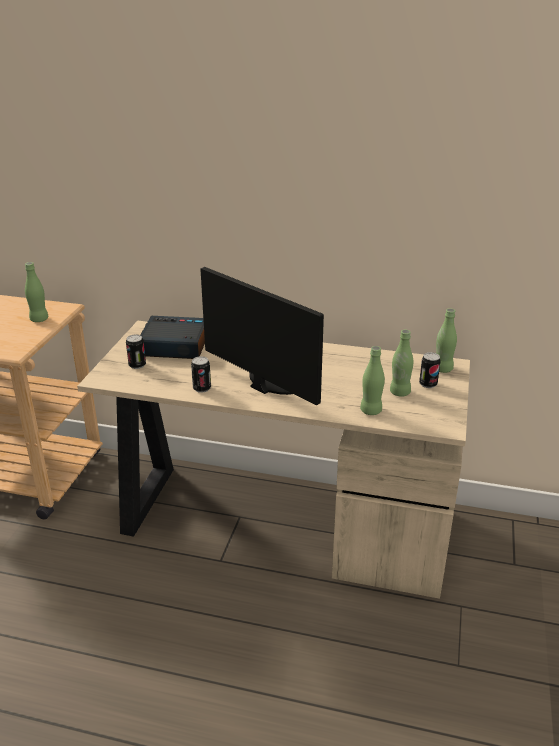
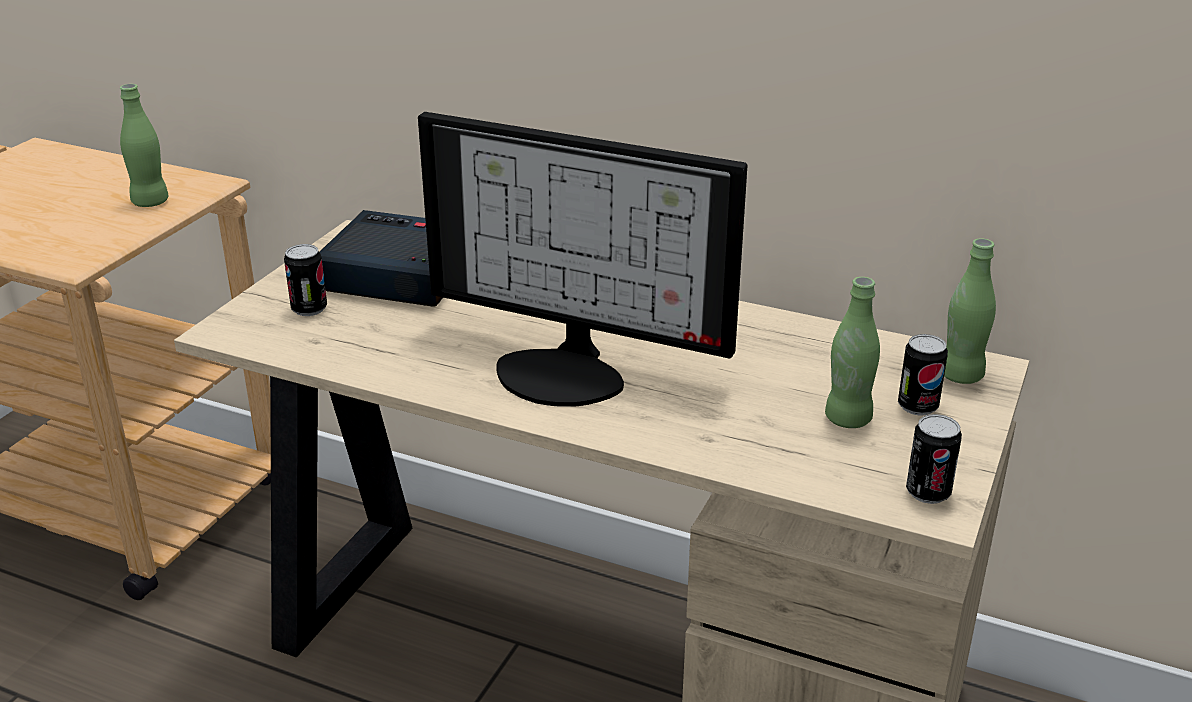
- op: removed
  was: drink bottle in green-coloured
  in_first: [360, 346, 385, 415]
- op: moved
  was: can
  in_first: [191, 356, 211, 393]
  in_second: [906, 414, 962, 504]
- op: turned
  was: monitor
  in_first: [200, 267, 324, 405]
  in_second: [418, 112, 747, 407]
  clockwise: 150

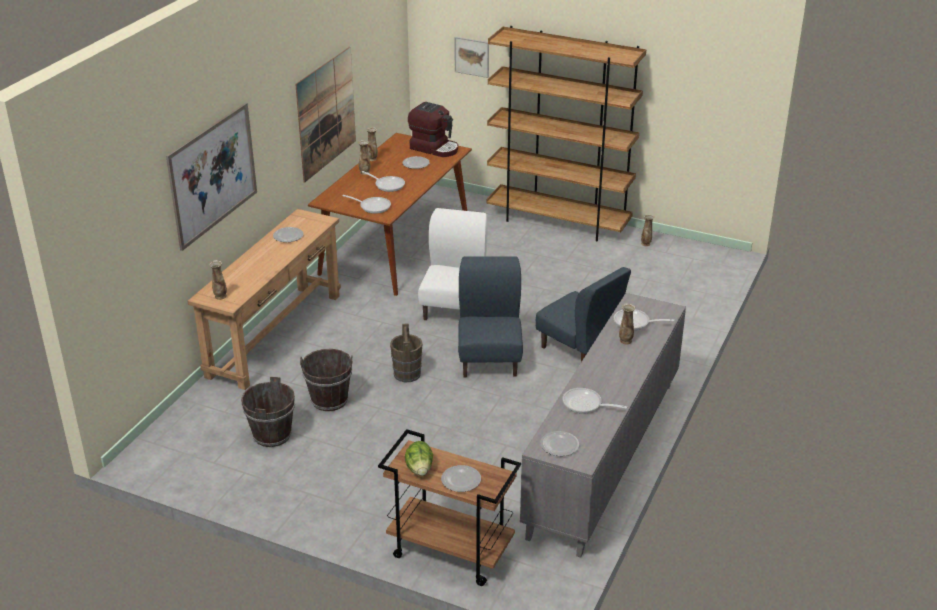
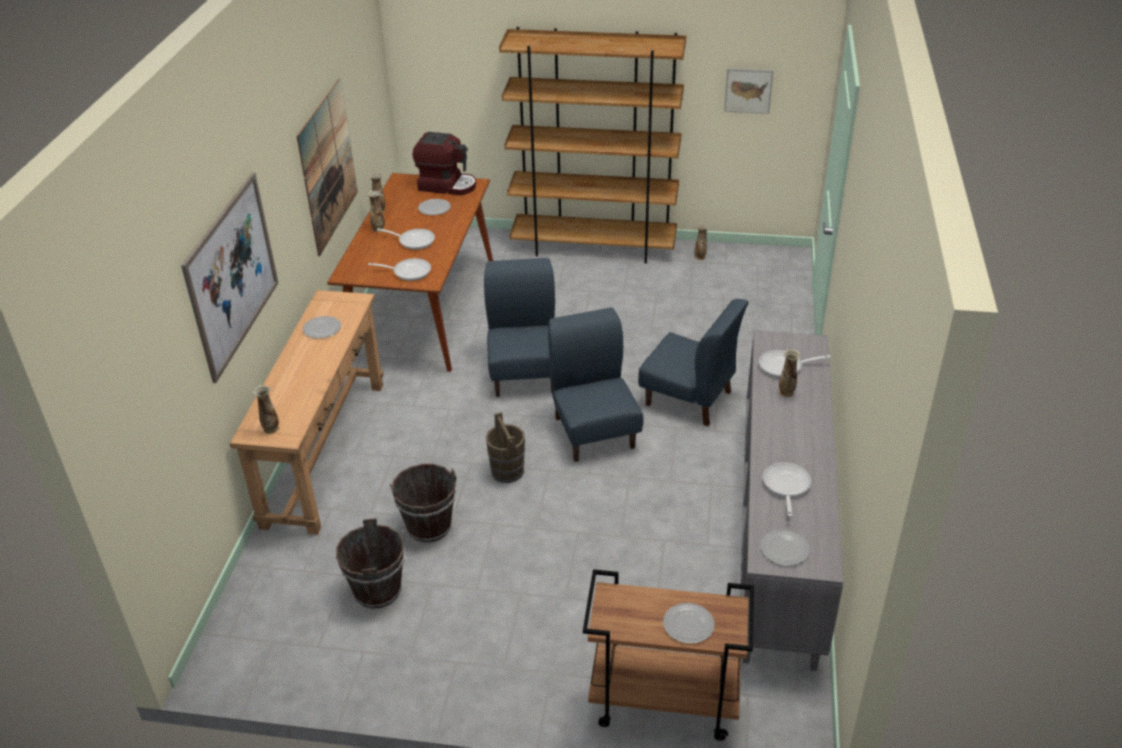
- op: removed
  was: lettuce
  in_first: [405, 441, 433, 476]
- op: moved
  was: wall picture
  in_first: [454, 37, 489, 78]
  in_second: [724, 68, 774, 114]
- op: recoloured
  was: chair in whitish
  now: chair in blue-coloured
  in_first: [418, 208, 488, 320]
  in_second: [484, 258, 555, 397]
- op: turned
  was: frying pan
  in_first: [562, 388, 627, 414]
  in_second: [763, 462, 811, 517]
  clockwise: 90

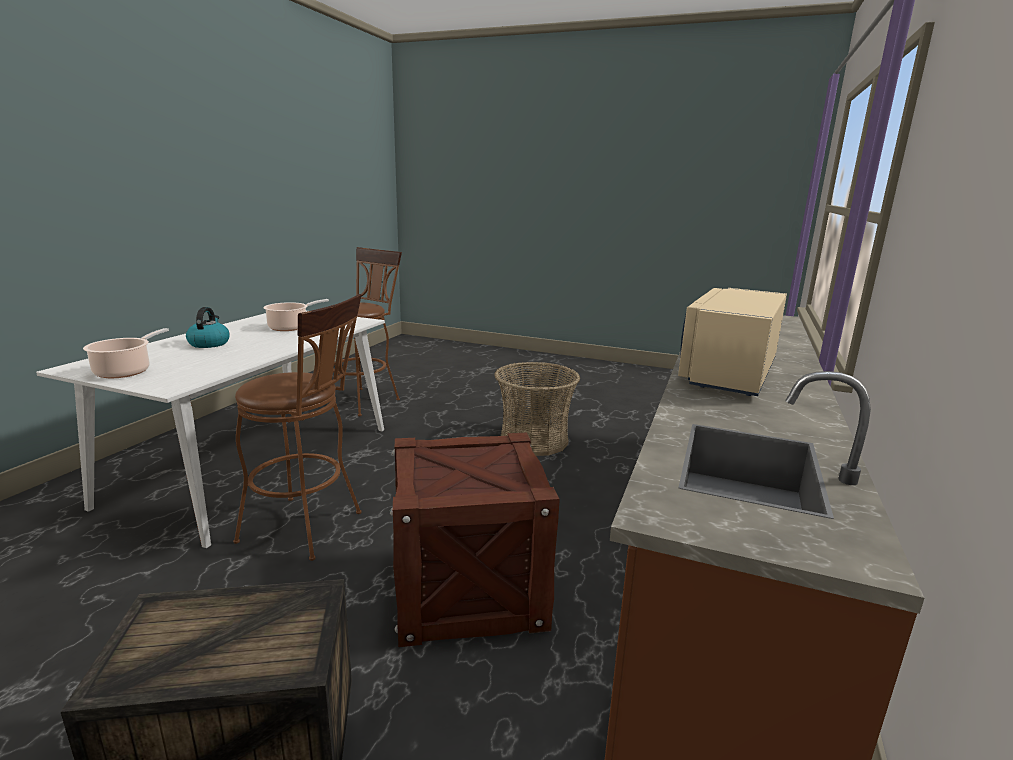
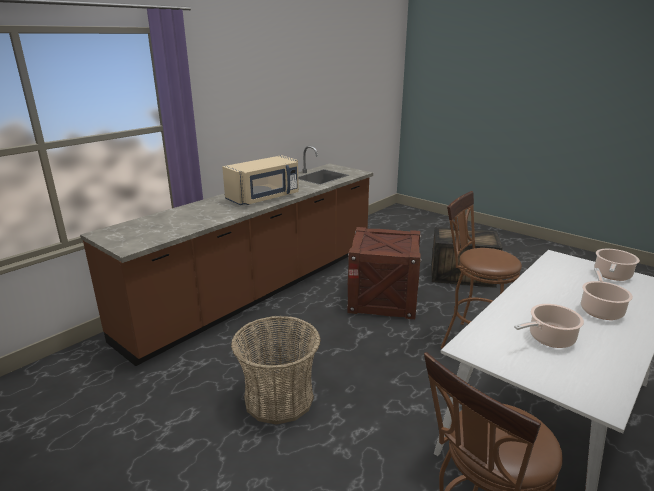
- op: replaced
  was: water kettle
  now: saucepot
  in_first: [186, 307, 230, 348]
  in_second: [581, 268, 633, 320]

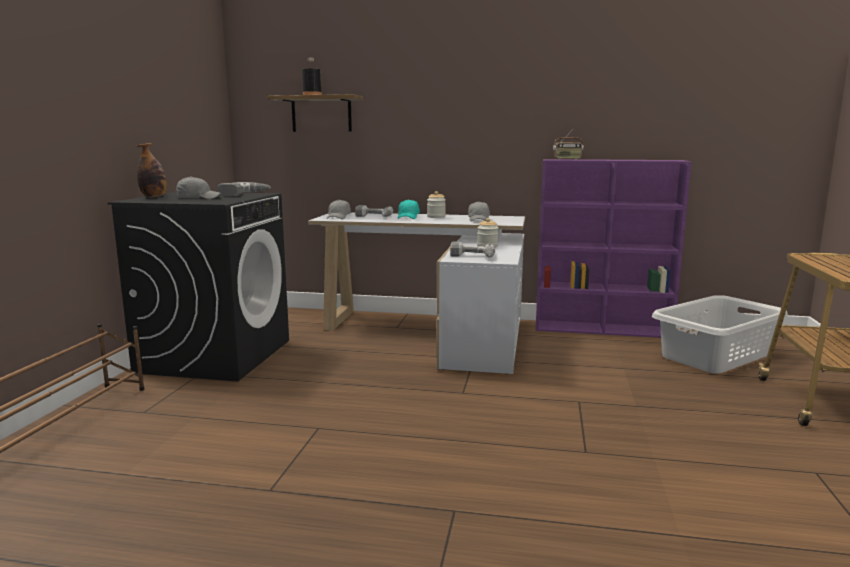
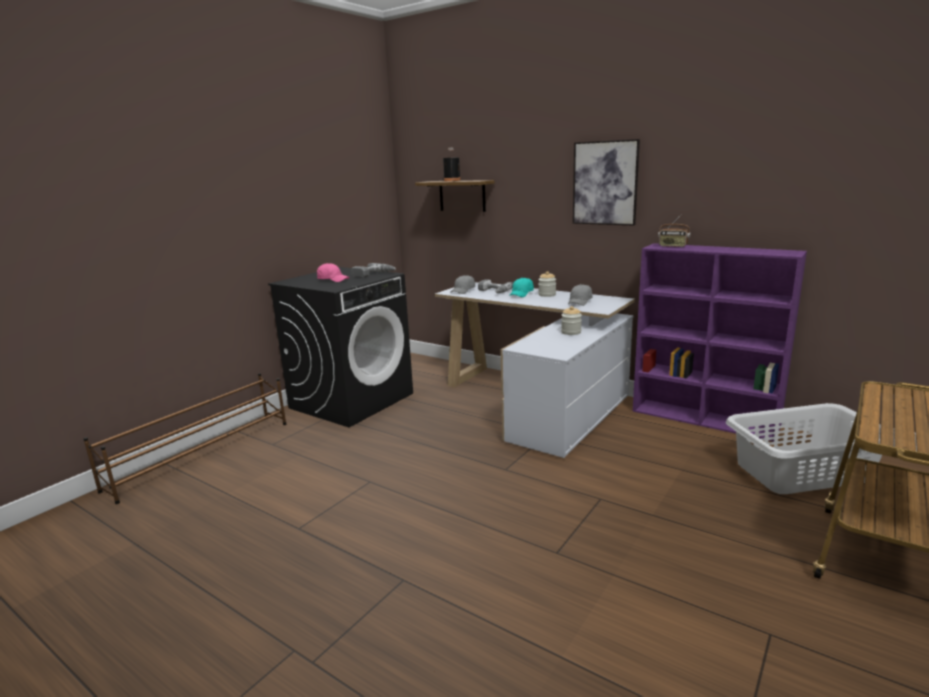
- op: removed
  was: drink bottle
  in_first: [136, 143, 167, 197]
- op: removed
  was: power drill
  in_first: [450, 242, 495, 258]
- op: added
  now: wall picture
  in_second: [573, 139, 640, 226]
- op: recoloured
  was: peaked cap in gray
  now: peaked cap in pink-coloured
  in_first: [176, 177, 221, 199]
  in_second: [317, 263, 349, 282]

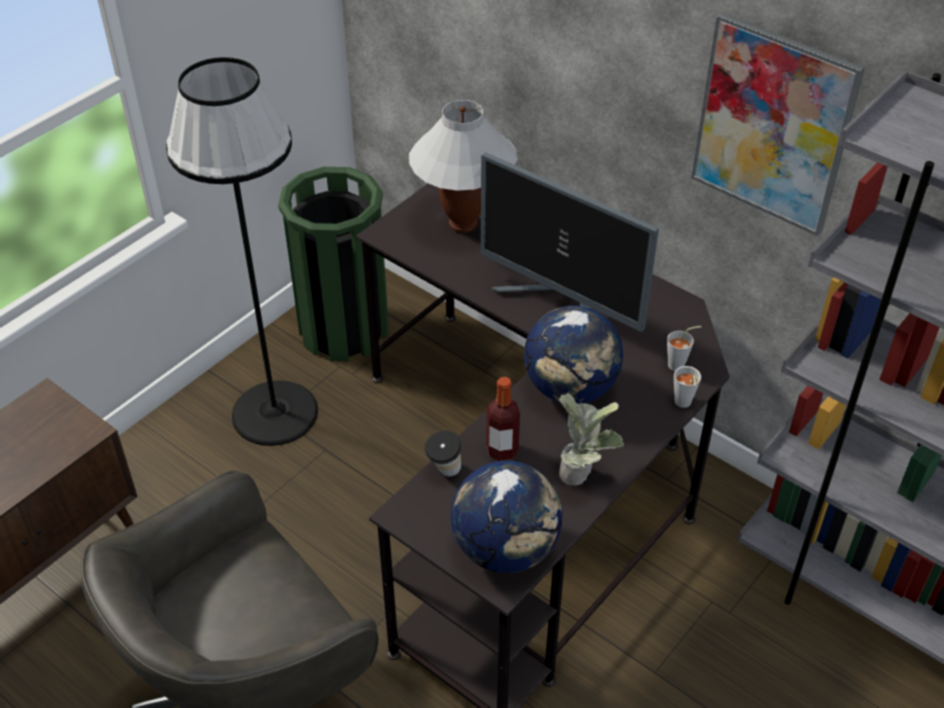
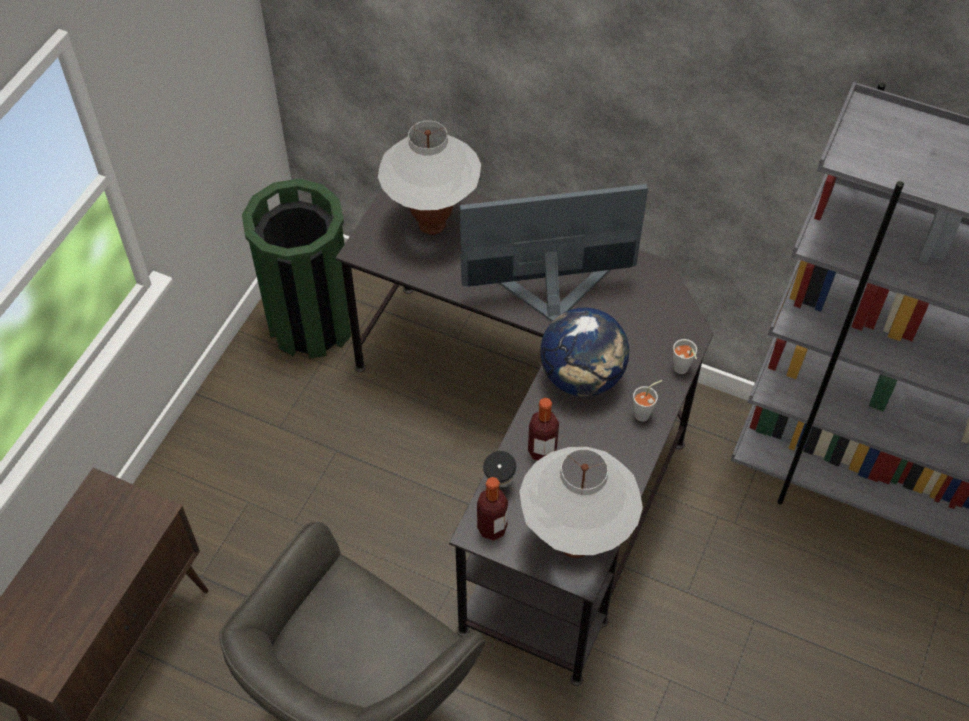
- op: removed
  was: standard lamp in black
  in_first: [166, 57, 318, 446]
- op: removed
  was: potted plant
  in_first: [559, 393, 624, 485]
- op: removed
  was: wall picture
  in_first: [691, 12, 865, 236]
- op: added
  now: drink bottle
  in_second: [477, 477, 508, 540]
- op: moved
  was: drinking cup in gray
  in_first: [667, 326, 701, 371]
  in_second: [633, 380, 662, 422]
- op: replaced
  was: globe
  now: lamp for a table in whitish
  in_first: [451, 460, 562, 573]
  in_second: [519, 447, 643, 558]
- op: turned
  was: monitor
  in_first: [481, 152, 659, 332]
  in_second: [460, 184, 648, 322]
  clockwise: 150

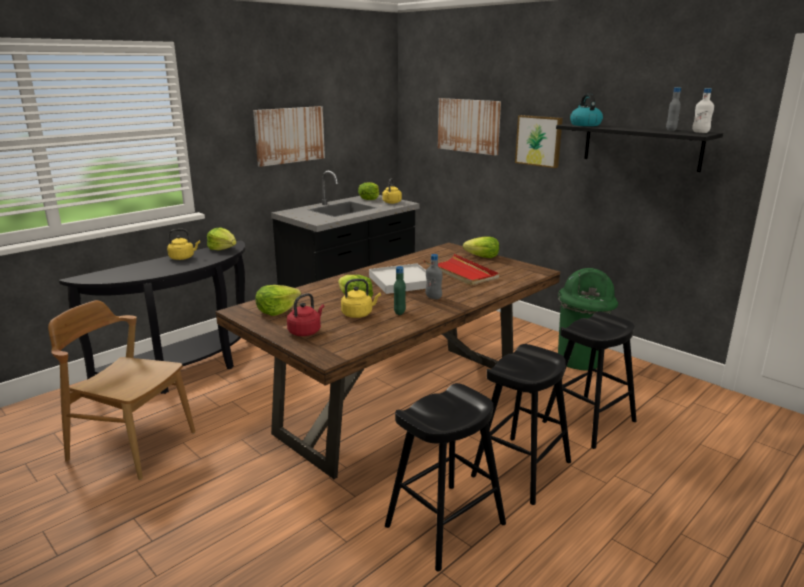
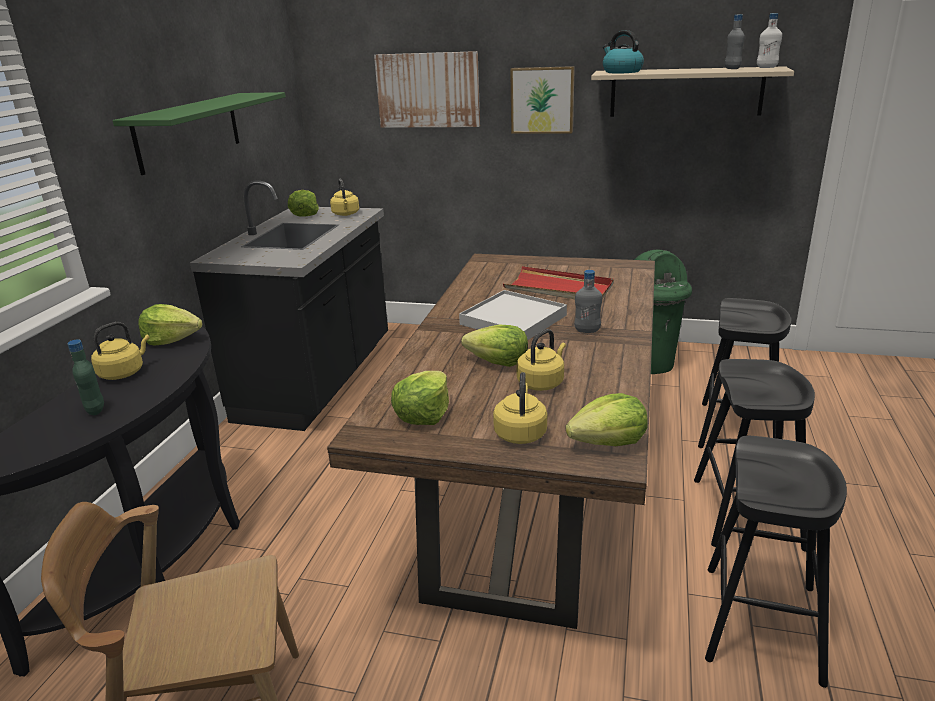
- op: moved
  was: drink bottle in green-coloured
  in_first: [394, 266, 406, 315]
  in_second: [67, 339, 104, 415]
- op: moved
  was: lettuce
  in_first: [463, 237, 499, 258]
  in_second: [566, 393, 648, 446]
- op: replaced
  was: wall picture
  now: shelf in green-coloured
  in_first: [253, 106, 325, 167]
  in_second: [113, 92, 286, 175]
- op: recoloured
  was: water kettle in red
  now: water kettle in yellow
  in_first: [287, 293, 325, 336]
  in_second: [493, 372, 547, 444]
- op: recoloured
  was: shelf in black
  now: shelf in sand-coloured
  in_first: [556, 123, 723, 172]
  in_second: [591, 66, 794, 117]

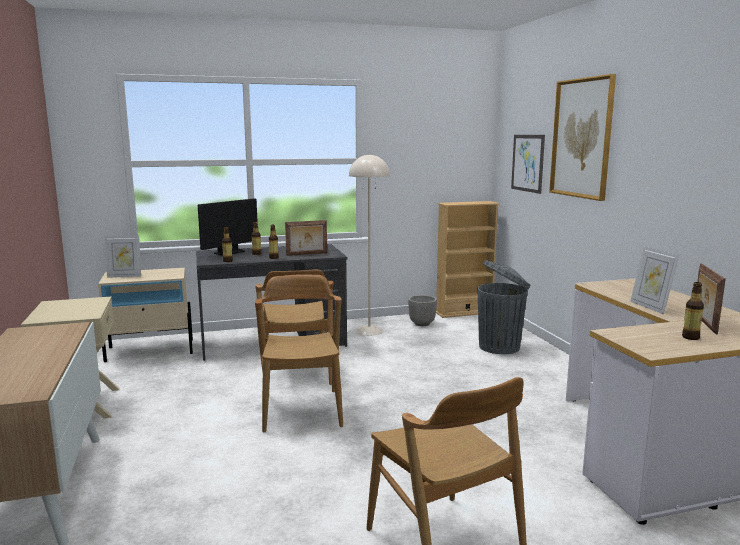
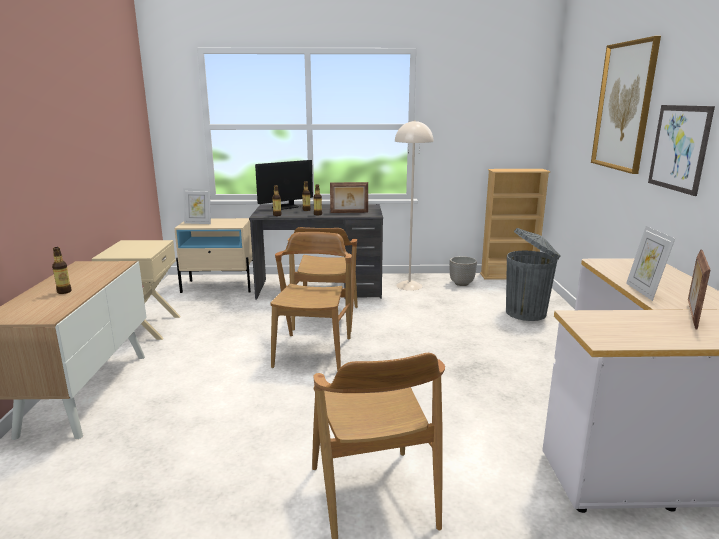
- op: moved
  was: wall picture
  in_first: [511, 135, 545, 194]
  in_second: [648, 105, 715, 196]
- op: moved
  was: drink bottle
  in_first: [682, 282, 704, 340]
  in_second: [52, 247, 71, 294]

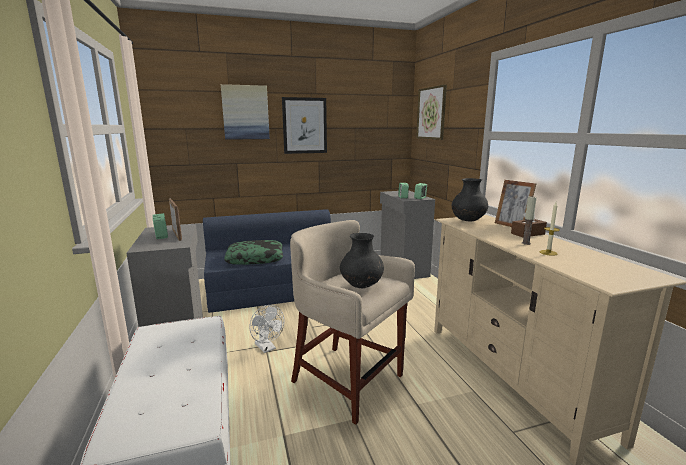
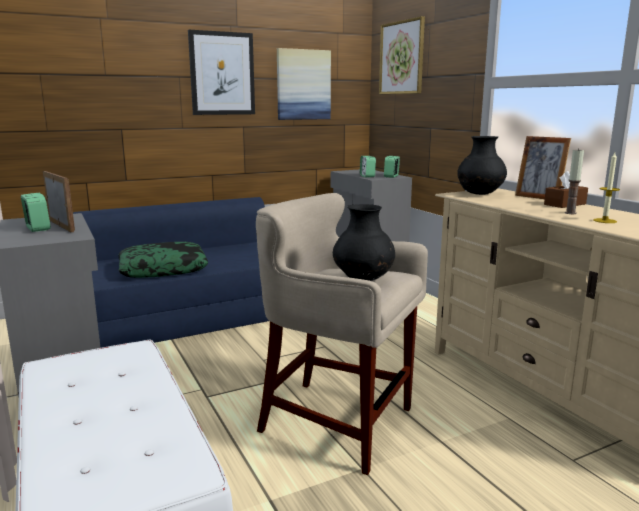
- op: removed
  was: electric fan in whitish
  in_first: [249, 305, 284, 353]
- op: moved
  was: wall picture
  in_first: [221, 84, 270, 140]
  in_second: [277, 48, 331, 120]

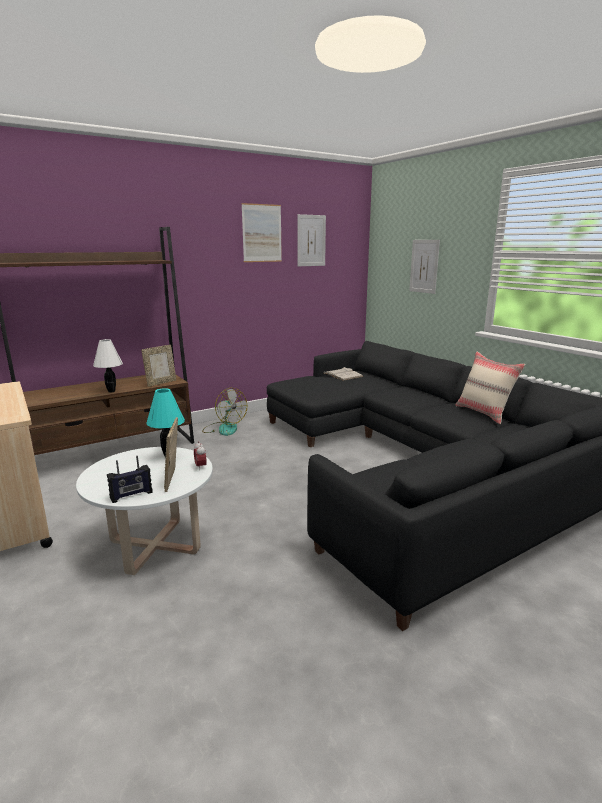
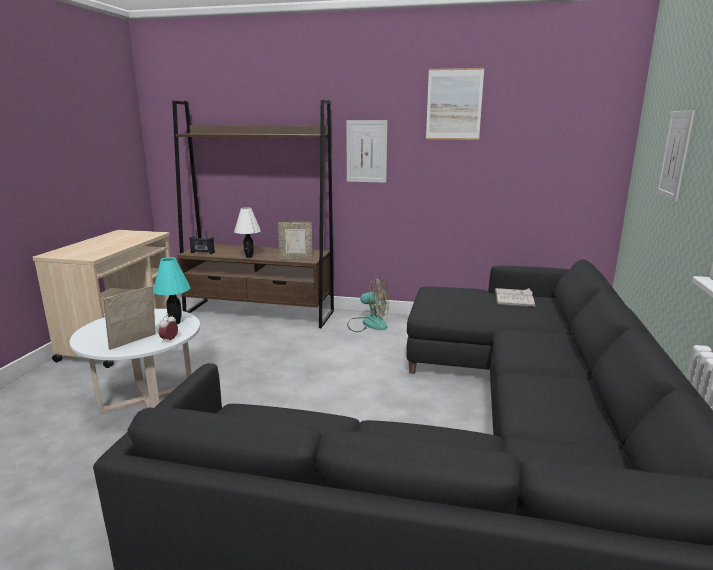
- op: removed
  was: throw pillow in sand-coloured
  in_first: [455, 352, 526, 424]
- op: moved
  was: radio
  in_first: [107, 456, 153, 503]
  in_second: [190, 229, 215, 254]
- op: moved
  was: wall picture
  in_first: [297, 214, 326, 266]
  in_second: [346, 120, 388, 183]
- op: turned
  was: electric fan
  in_first: [202, 388, 247, 436]
  in_second: [347, 277, 389, 332]
  clockwise: -75

